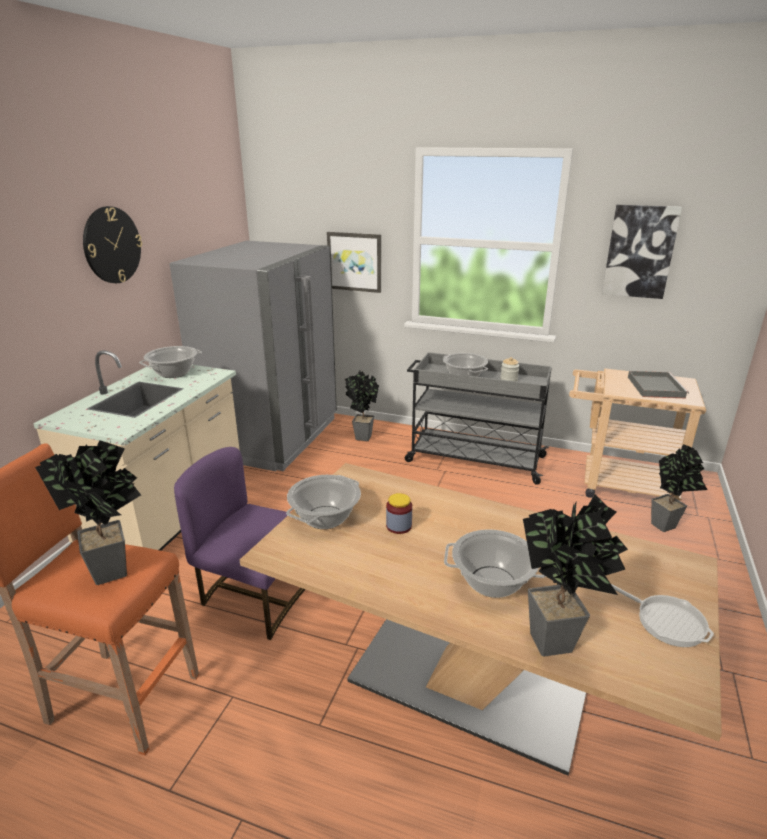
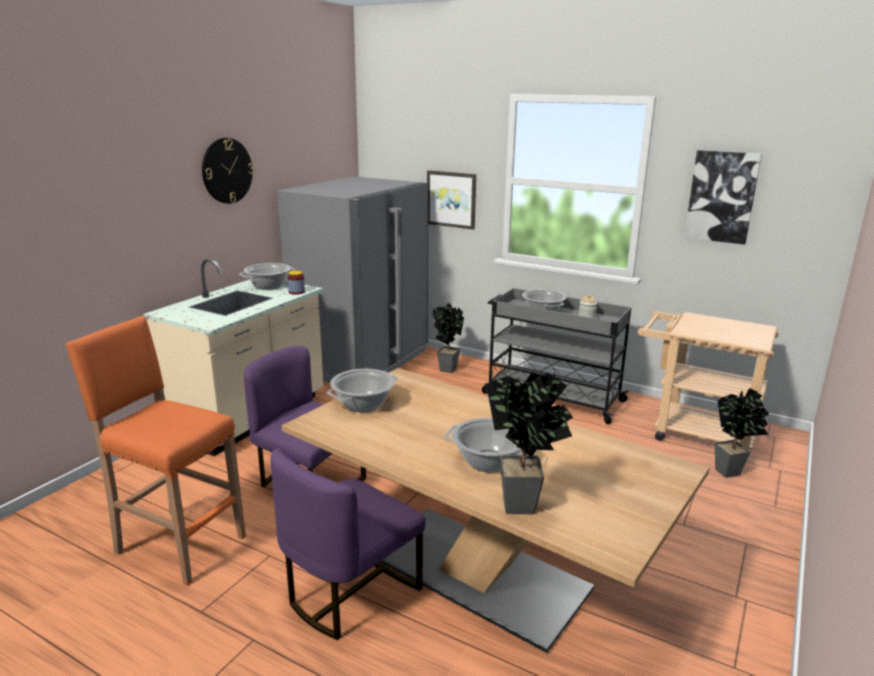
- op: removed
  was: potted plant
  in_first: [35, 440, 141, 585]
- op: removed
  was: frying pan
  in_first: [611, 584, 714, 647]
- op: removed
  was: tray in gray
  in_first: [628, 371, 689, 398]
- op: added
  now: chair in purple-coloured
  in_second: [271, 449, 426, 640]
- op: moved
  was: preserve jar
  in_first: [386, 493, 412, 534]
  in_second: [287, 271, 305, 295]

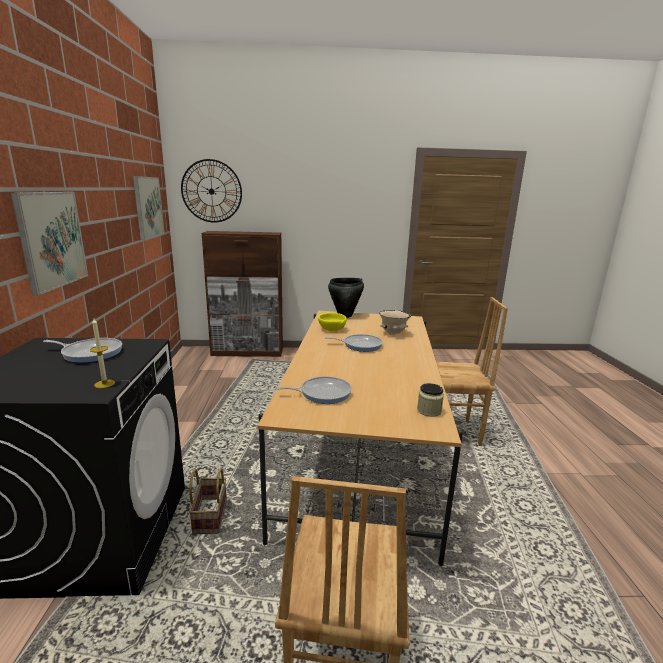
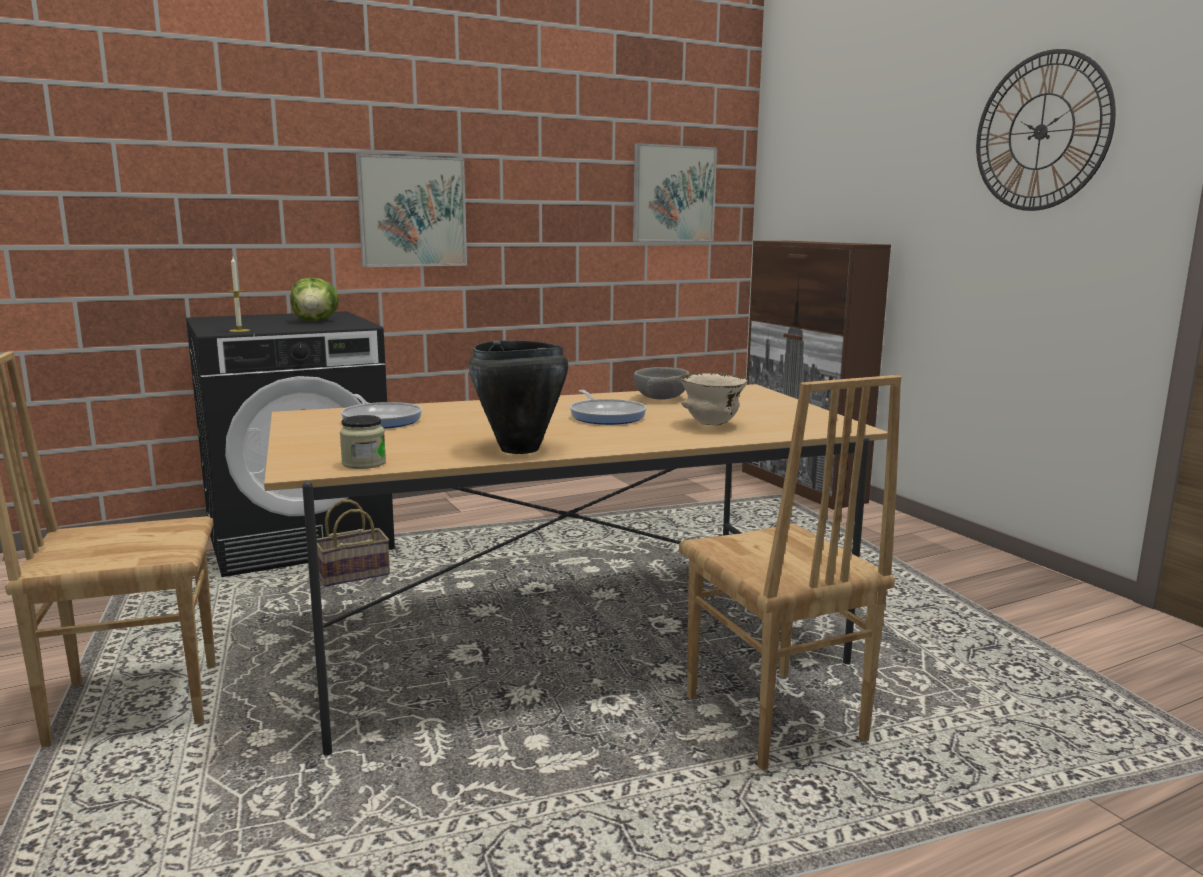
- op: moved
  was: clock on the wall
  in_first: [181, 159, 242, 223]
  in_second: [976, 49, 1116, 211]
- op: moved
  was: saucepot in black
  in_first: [328, 278, 364, 318]
  in_second: [469, 340, 568, 454]
- op: replaced
  was: frying pan
  now: lettuce
  in_first: [43, 338, 122, 363]
  in_second: [291, 278, 339, 321]
- op: recoloured
  was: serving bowl in yellow
  now: serving bowl in gray
  in_first: [318, 313, 347, 331]
  in_second: [634, 367, 690, 400]

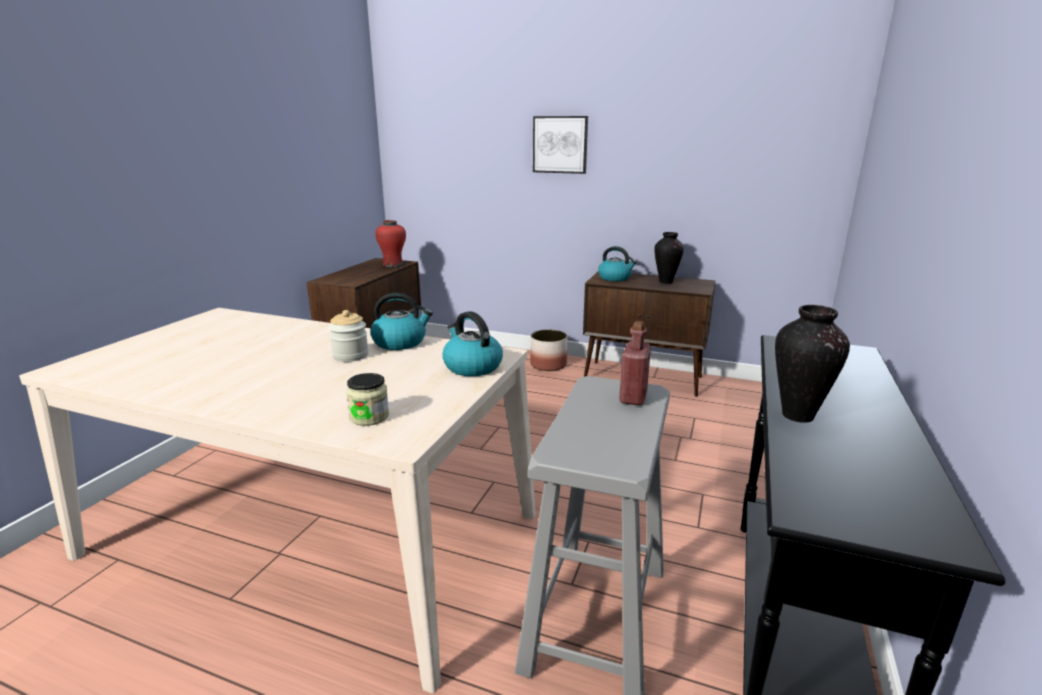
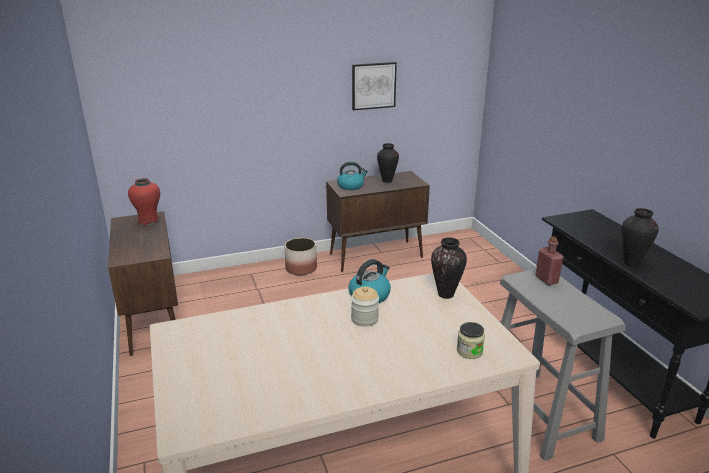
- op: moved
  was: wall picture
  in_first: [533, 116, 588, 174]
  in_second: [352, 62, 397, 111]
- op: replaced
  was: water kettle
  now: decorative vase
  in_first: [442, 311, 503, 376]
  in_second: [431, 237, 467, 299]

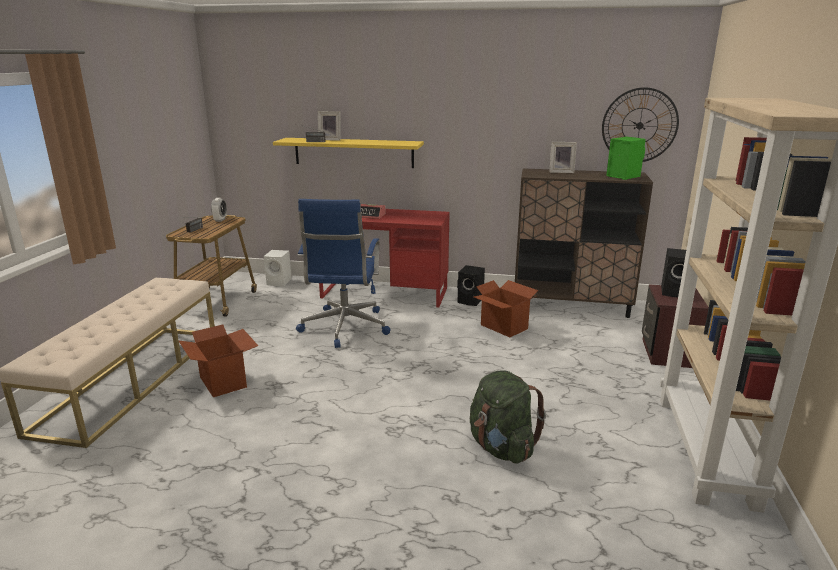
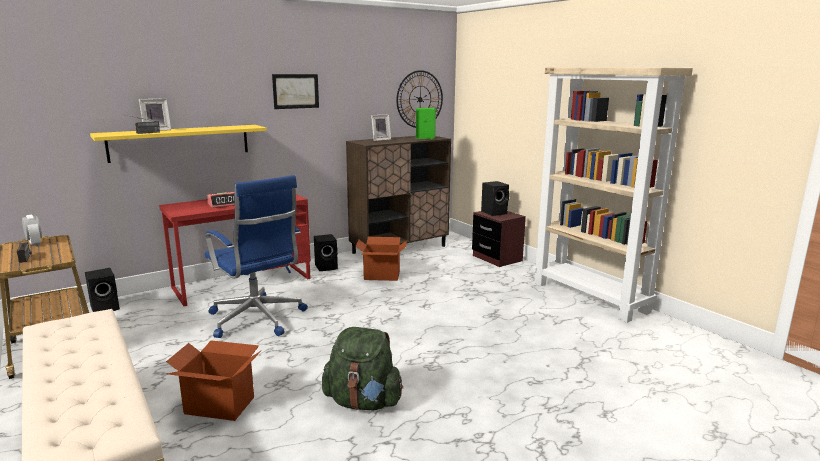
- op: added
  now: wall picture
  in_second: [272, 74, 319, 109]
- op: moved
  was: backpack in green-coloured
  in_first: [470, 370, 546, 464]
  in_second: [322, 327, 404, 410]
- op: recoloured
  was: speaker in whitish
  now: speaker in black
  in_first: [264, 250, 292, 286]
  in_second: [85, 268, 120, 312]

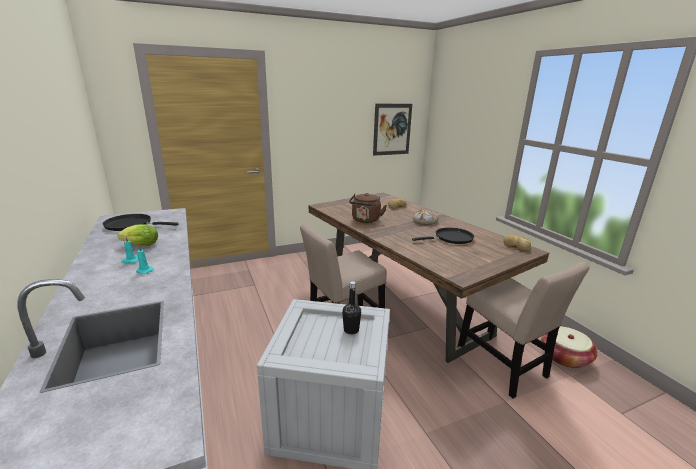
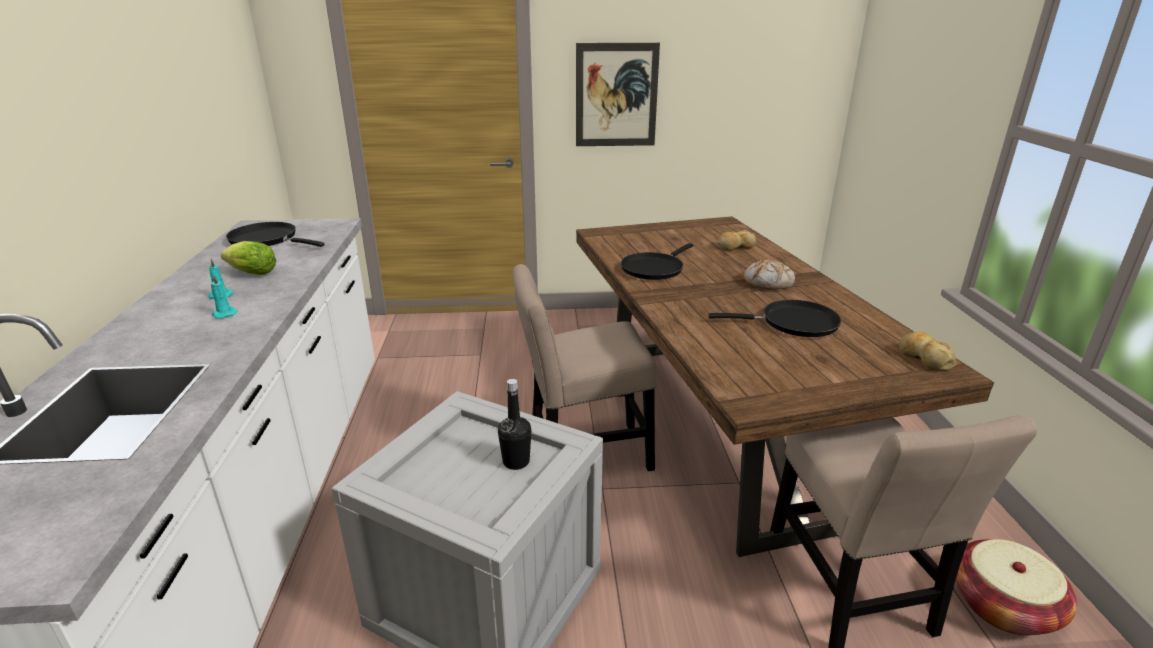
- op: moved
  was: wall picture
  in_first: [373, 104, 412, 156]
  in_second: [576, 43, 660, 146]
- op: replaced
  was: water kettle in brownish
  now: frying pan in black
  in_first: [349, 193, 387, 223]
  in_second: [621, 243, 693, 280]

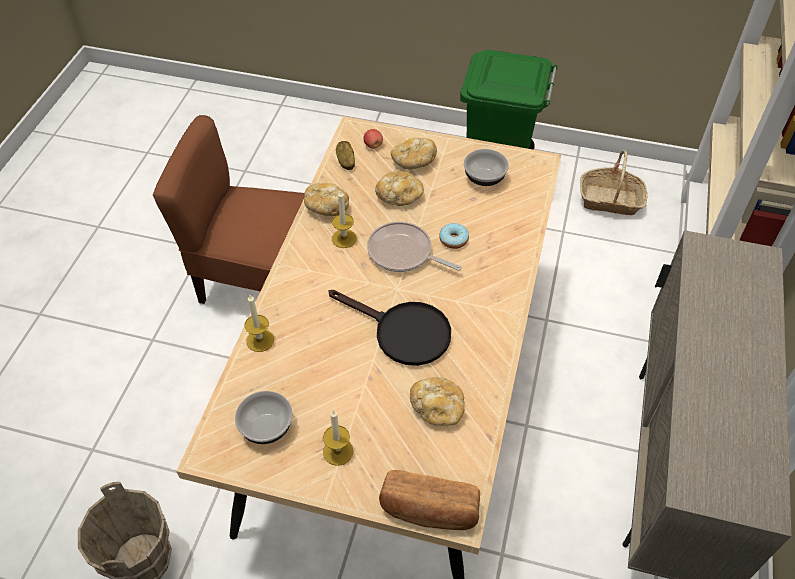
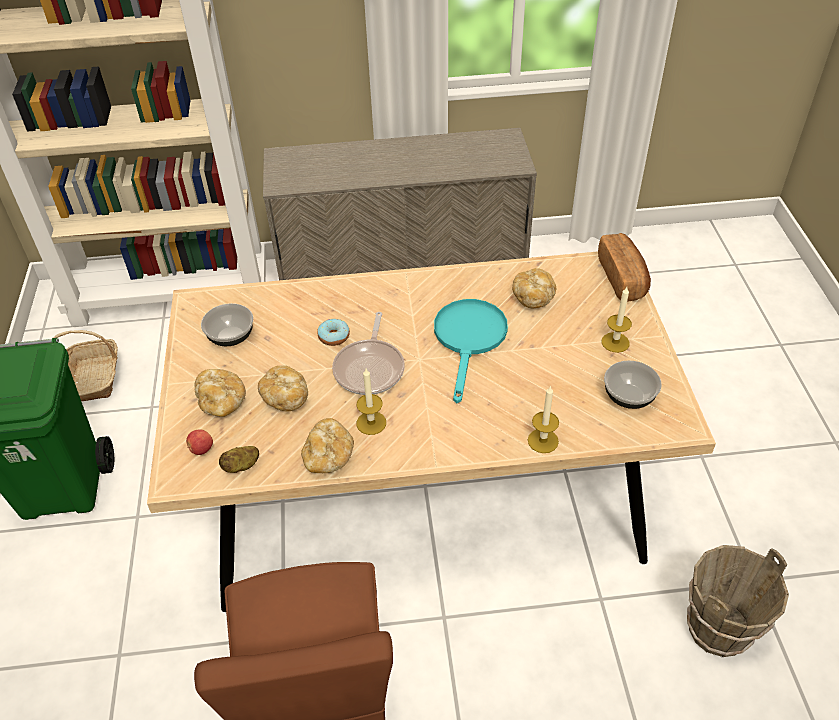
- op: recoloured
  was: frying pan in black
  now: frying pan in turquoise
  in_first: [329, 290, 451, 366]
  in_second: [434, 299, 508, 403]

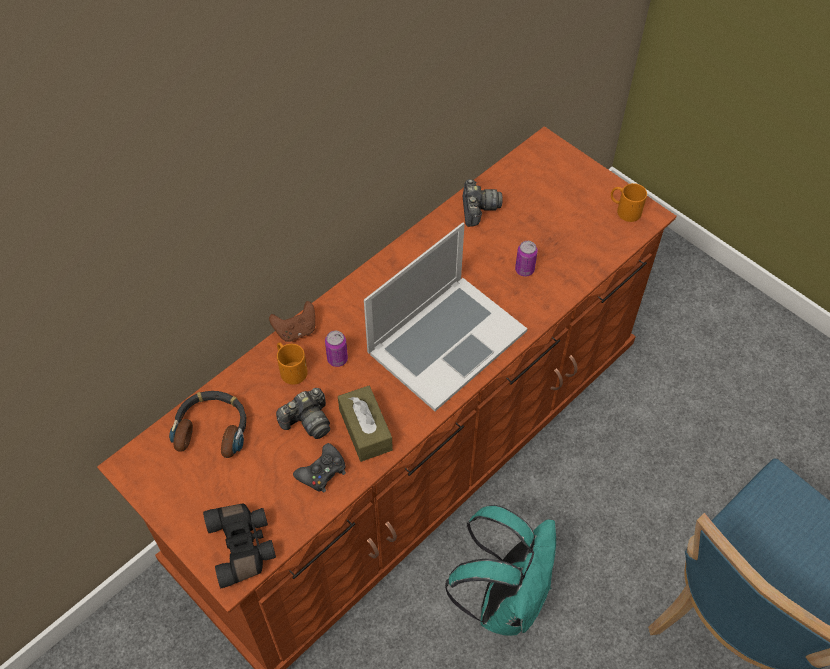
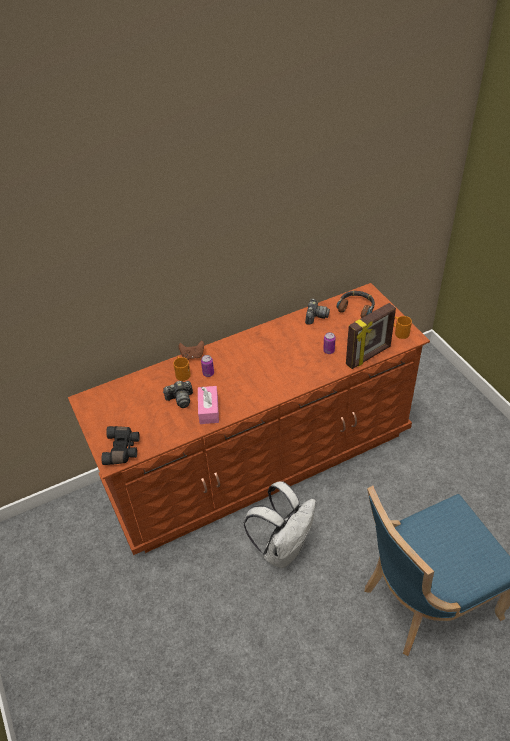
- op: removed
  was: gamepad in black
  in_first: [293, 443, 346, 493]
- op: removed
  was: portable computer
  in_first: [364, 223, 527, 411]
- op: added
  now: standing frame
  in_second: [346, 303, 396, 369]
- op: moved
  was: headset
  in_first: [169, 391, 246, 458]
  in_second: [337, 290, 375, 318]
- op: recoloured
  was: tissue holder in brownish
  now: tissue holder in pink-coloured
  in_first: [338, 386, 393, 462]
  in_second: [198, 386, 219, 424]
- op: recoloured
  was: backpack in turquoise
  now: backpack in whitish
  in_first: [445, 505, 556, 636]
  in_second: [243, 481, 316, 568]

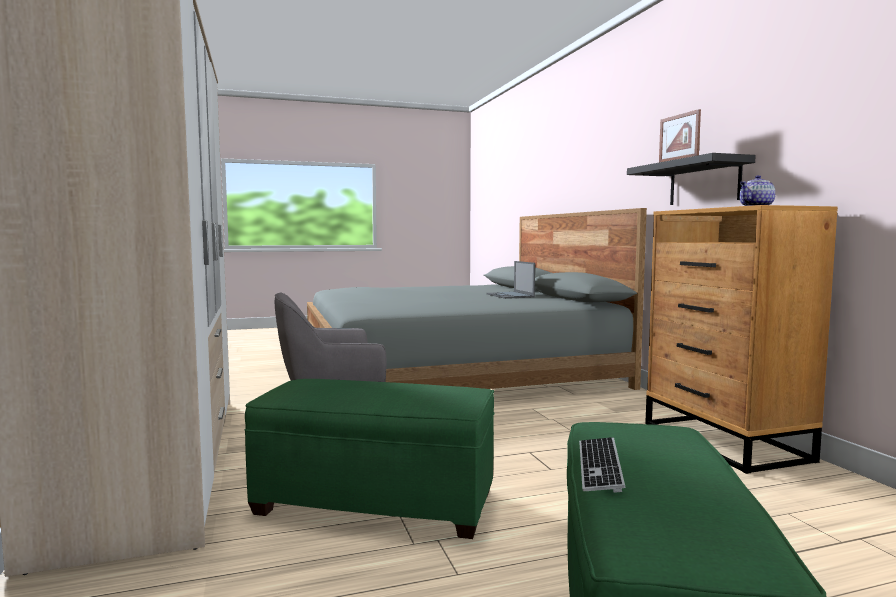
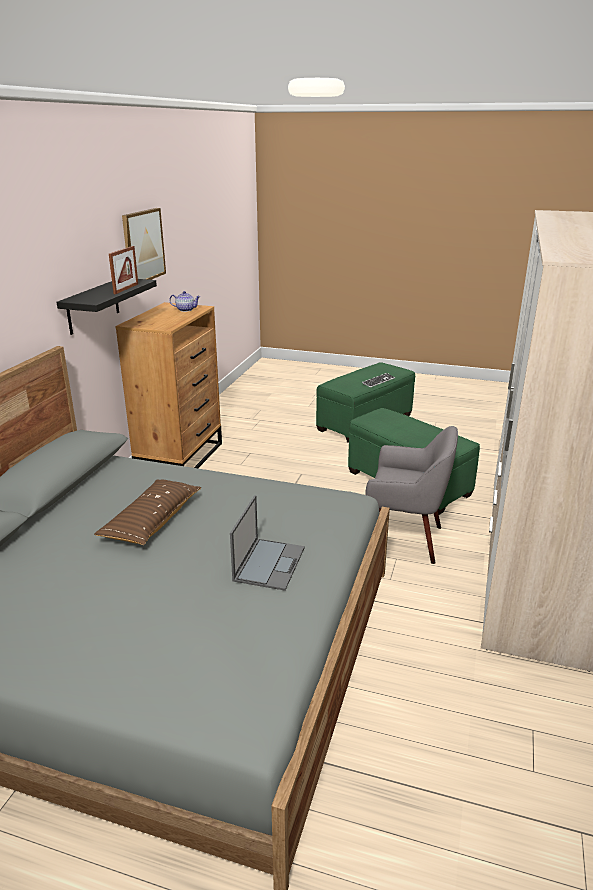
- op: added
  now: throw pillow in brownish
  in_second: [94, 480, 201, 545]
- op: added
  now: wall picture
  in_second: [122, 208, 166, 280]
- op: moved
  was: portable computer
  in_first: [487, 261, 535, 299]
  in_second: [230, 495, 305, 591]

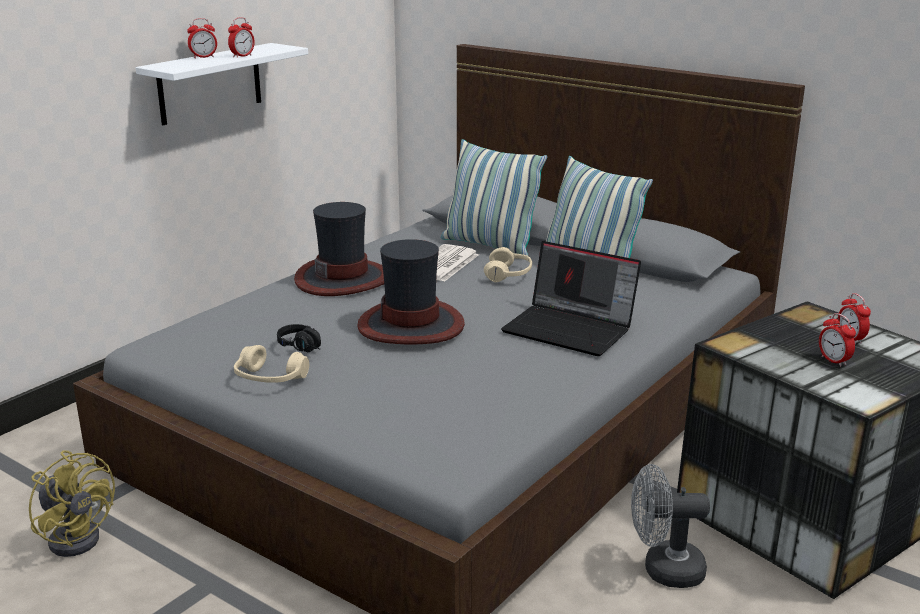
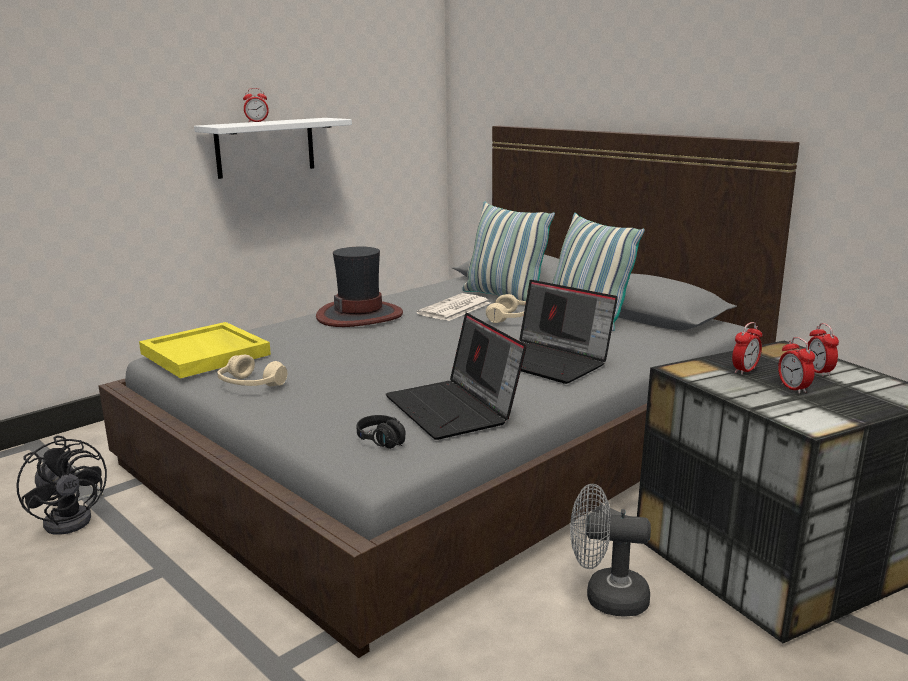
- op: removed
  was: hat
  in_first: [357, 239, 465, 344]
- op: added
  now: tray in yellow
  in_second: [139, 322, 271, 379]
- op: added
  now: portable computer
  in_second: [386, 313, 527, 440]
- op: moved
  was: bedside clock
  in_first: [228, 17, 255, 58]
  in_second: [732, 322, 762, 375]
- op: moved
  was: headset in black
  in_first: [277, 324, 321, 352]
  in_second: [357, 415, 406, 449]
- op: recoloured
  was: electric fan in yellow
  now: electric fan in black
  in_first: [29, 450, 115, 557]
  in_second: [16, 435, 107, 535]

